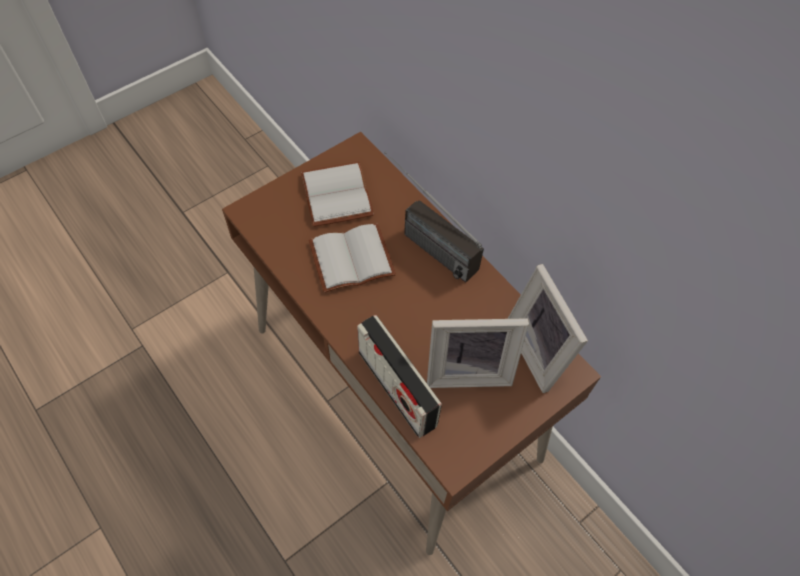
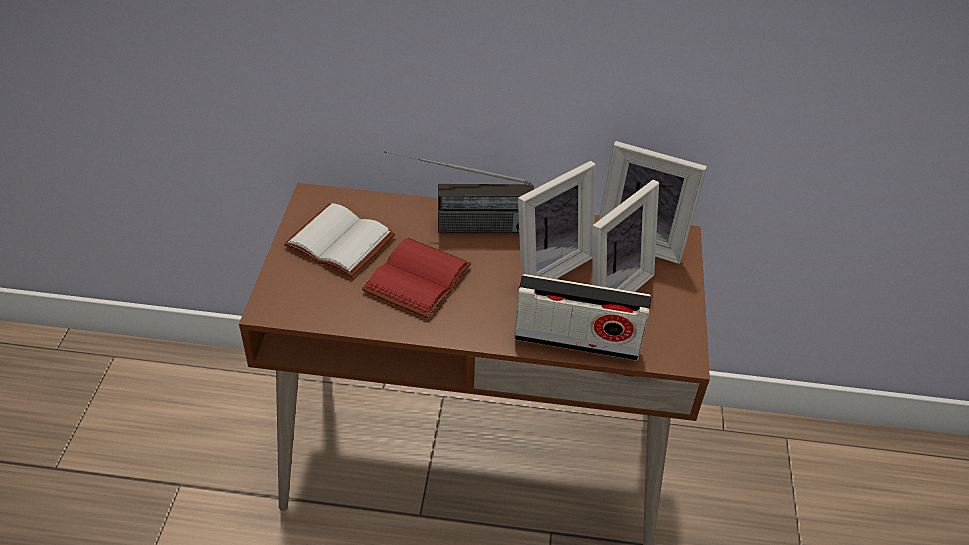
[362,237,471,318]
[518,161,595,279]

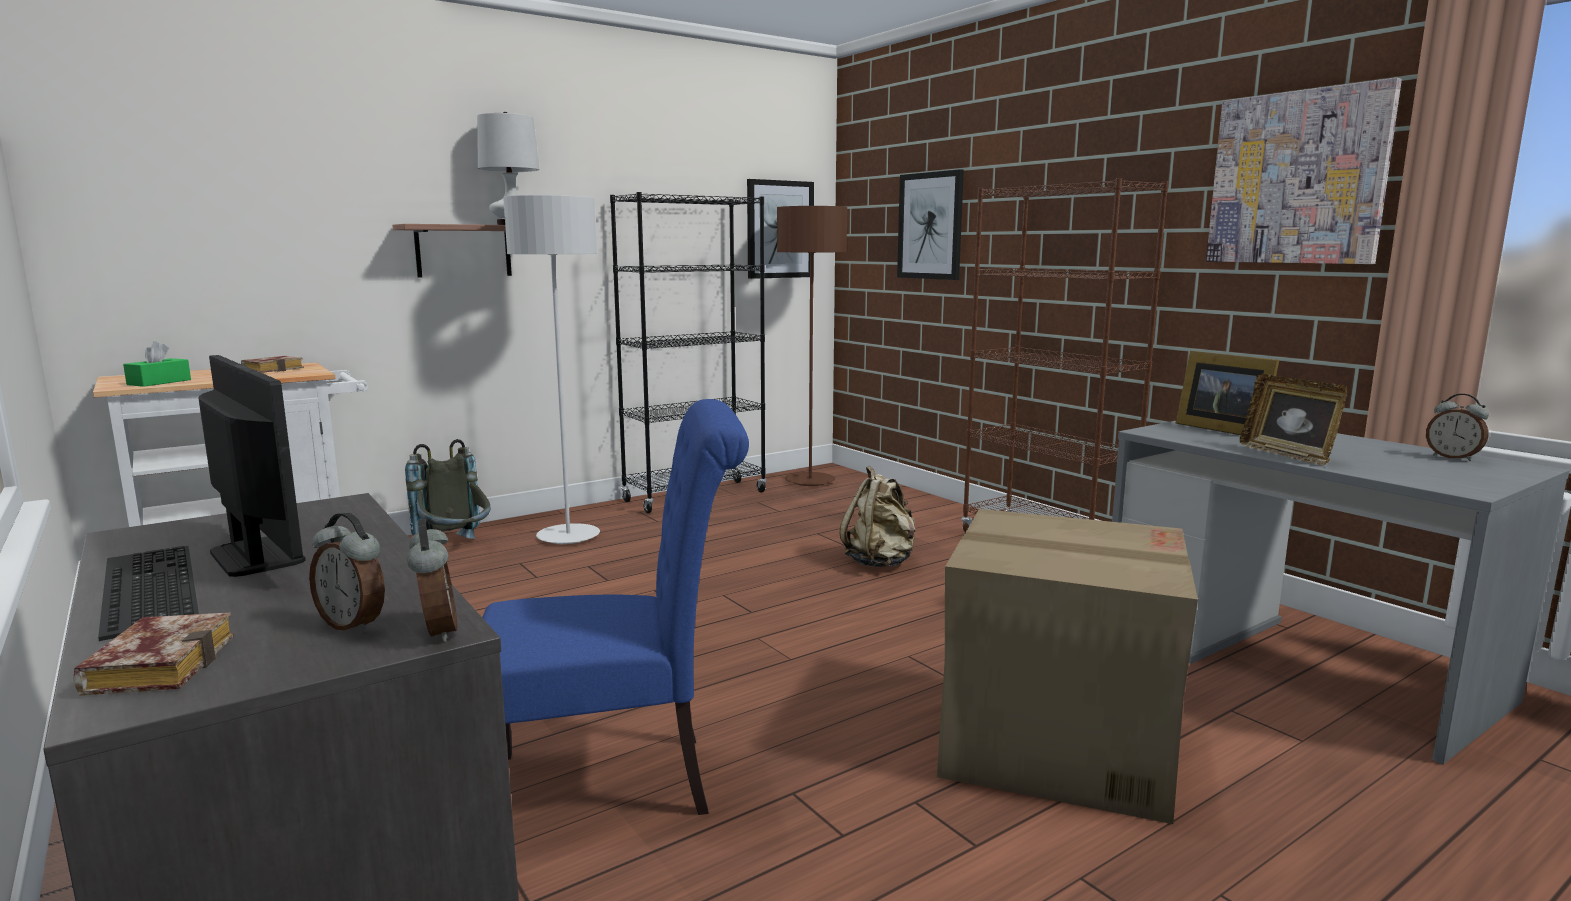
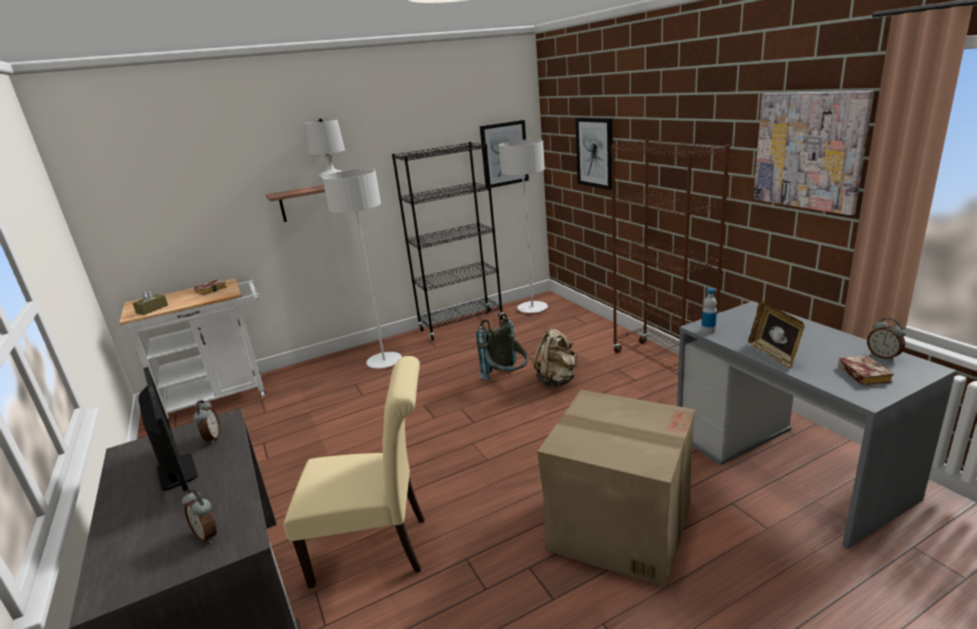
[838,355,894,385]
[98,546,199,641] (first image)
[133,289,168,315]
[476,313,528,380]
[193,400,220,444]
[284,356,424,588]
[499,139,548,313]
[1176,351,1279,435] (first image)
[701,288,717,334]

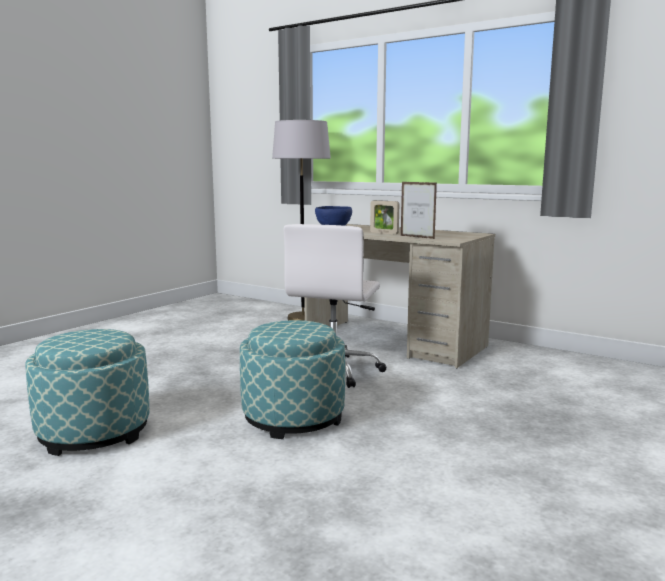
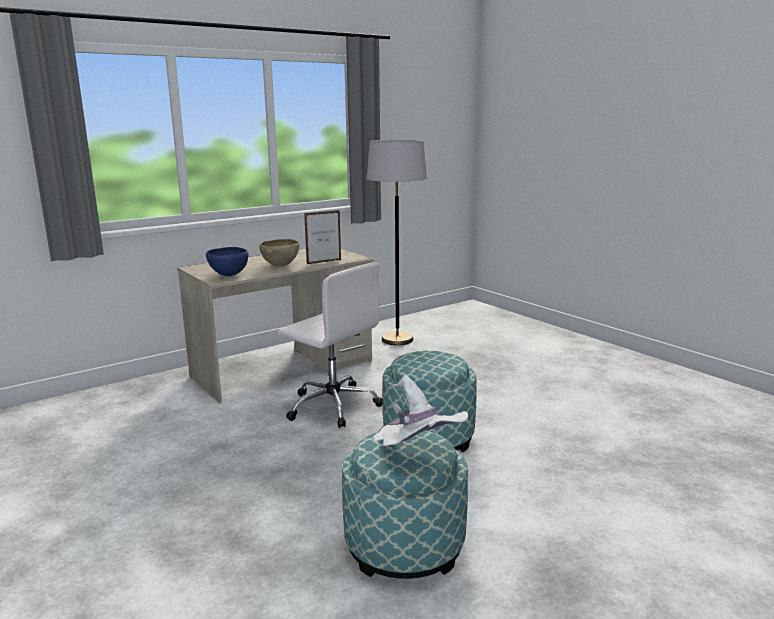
[367,140,427,345]
[259,239,299,267]
[374,375,468,446]

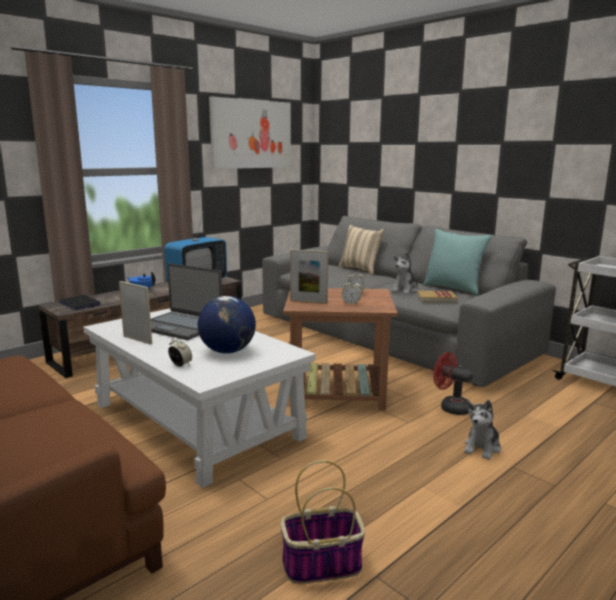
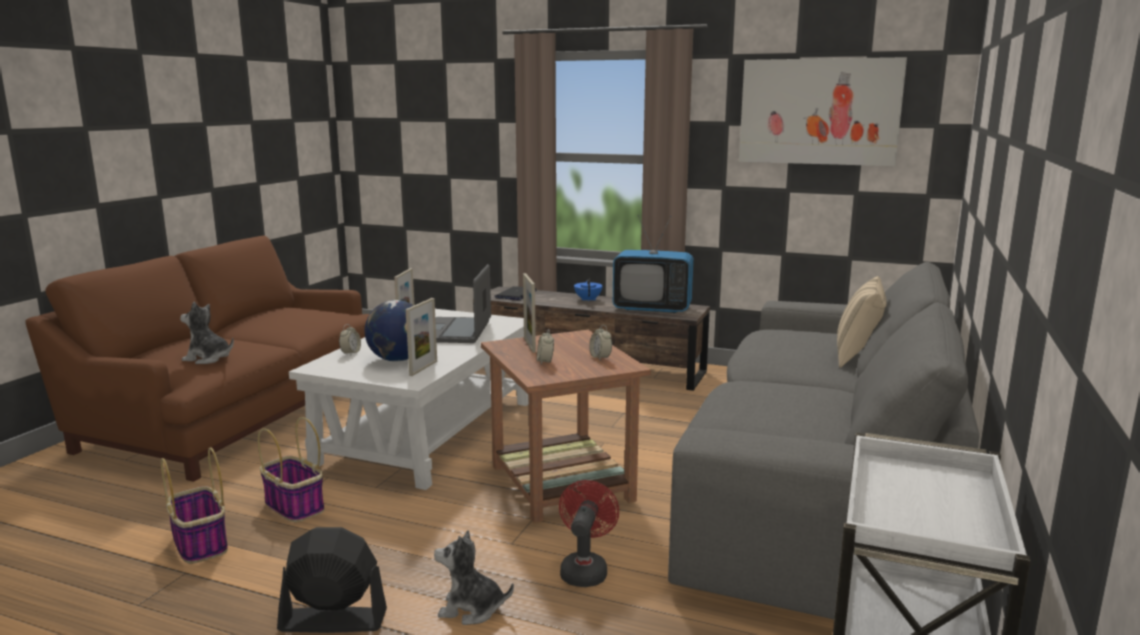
[180,302,234,364]
[417,291,458,302] (first image)
[423,229,492,296] (first image)
[257,417,325,522]
[277,527,387,633]
[406,298,437,376]

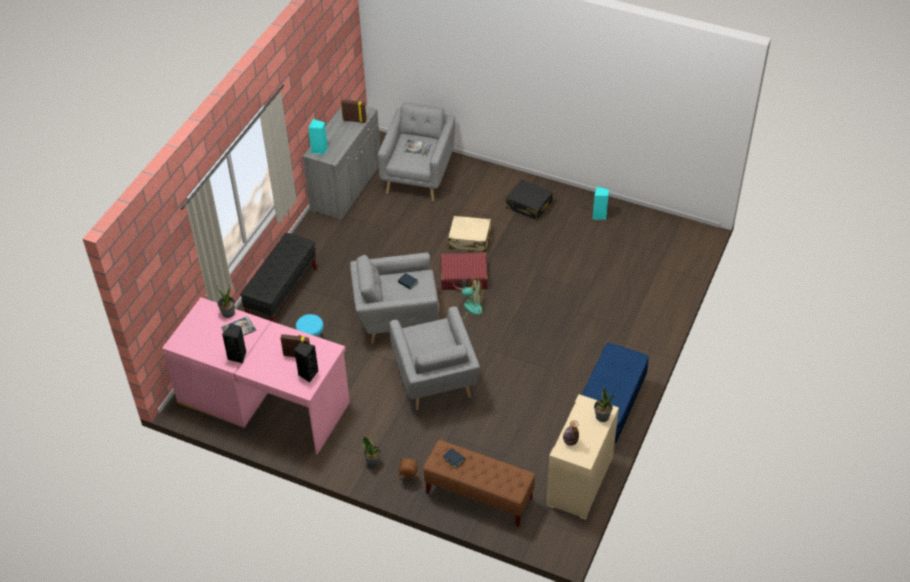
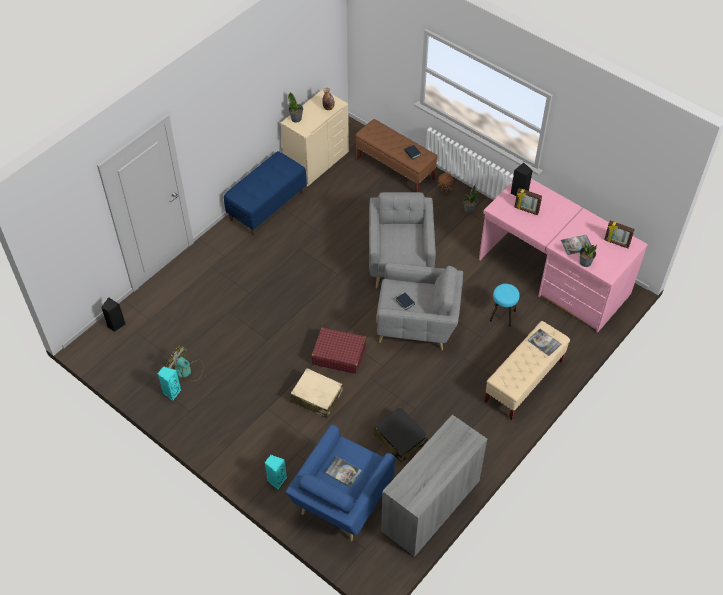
[101,297,126,332]
[485,321,570,420]
[265,455,287,490]
[604,220,635,248]
[286,425,395,541]
[166,346,204,382]
[373,407,428,463]
[528,329,561,356]

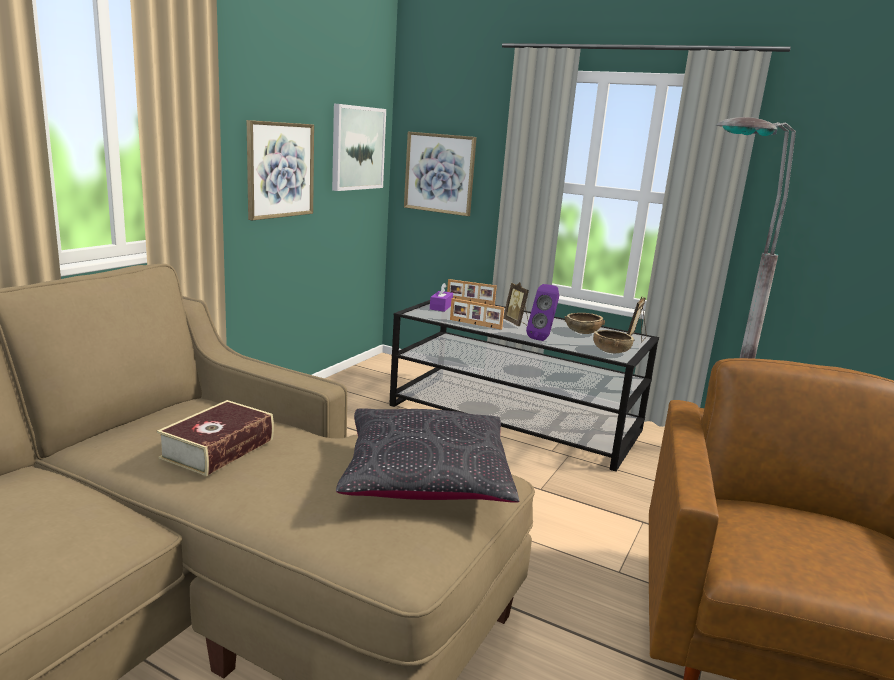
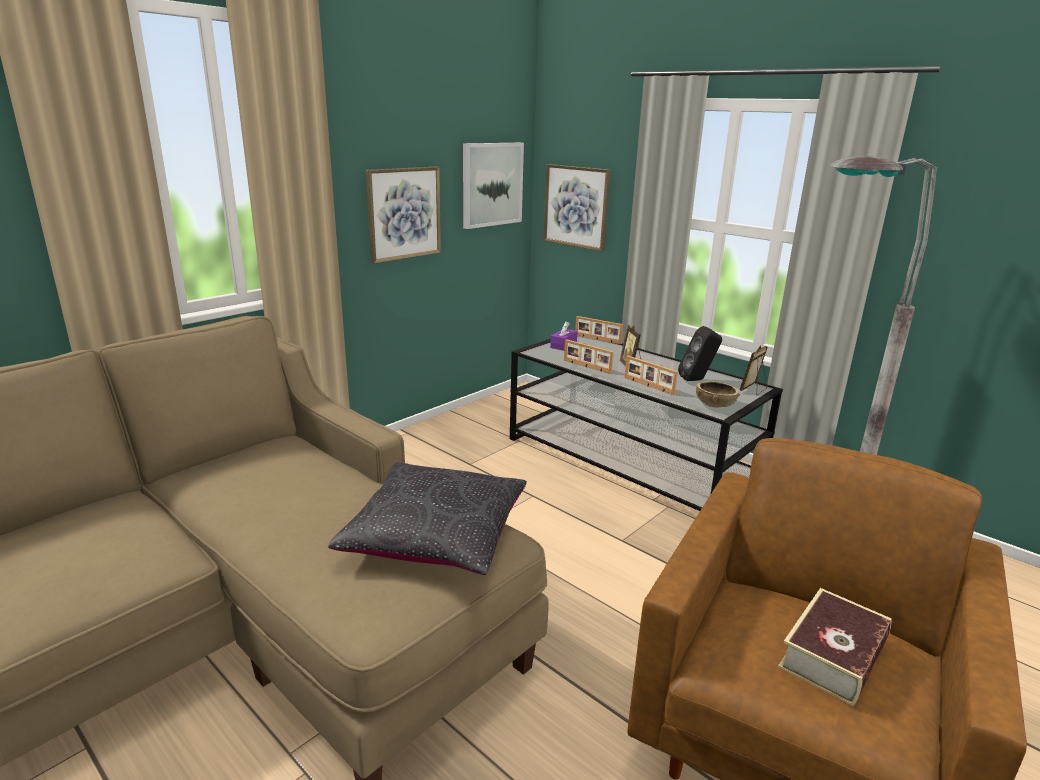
[778,588,892,707]
[625,356,678,395]
[678,326,722,381]

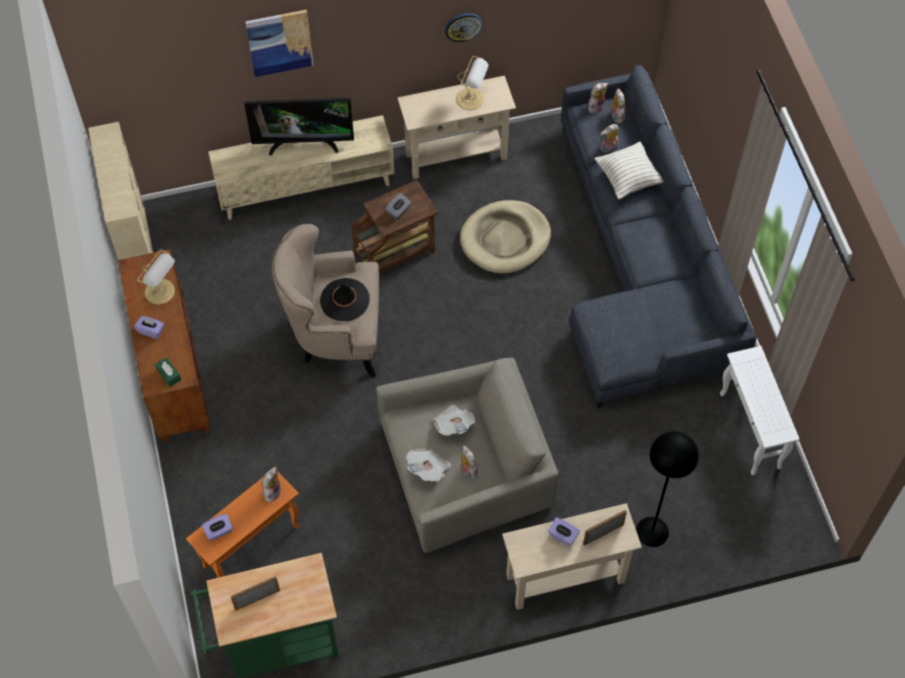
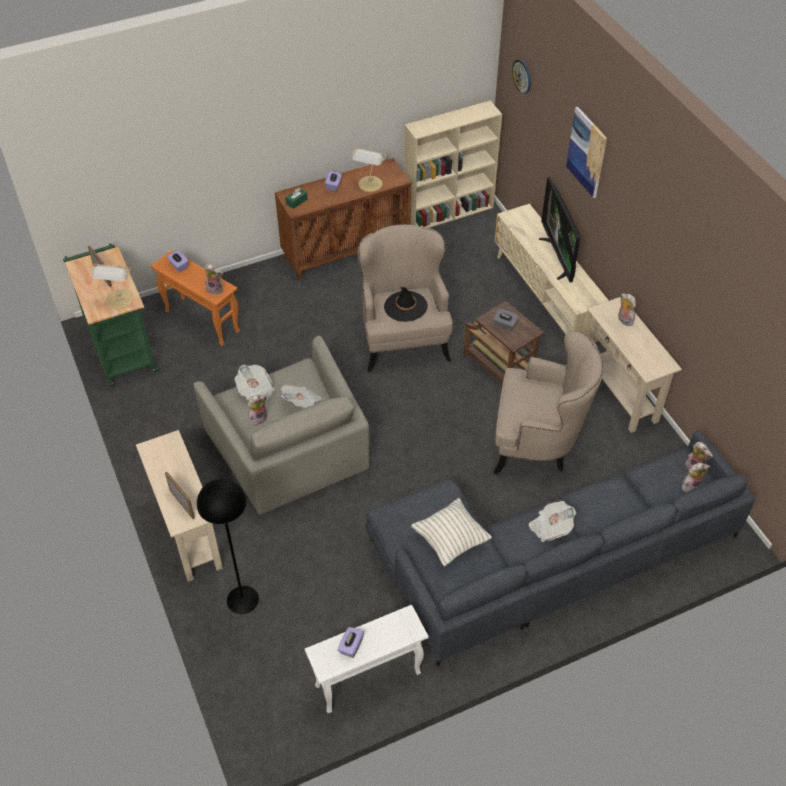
[512,59,531,94]
[91,264,134,309]
[493,331,604,475]
[338,627,364,658]
[411,498,492,566]
[618,293,636,326]
[529,501,576,542]

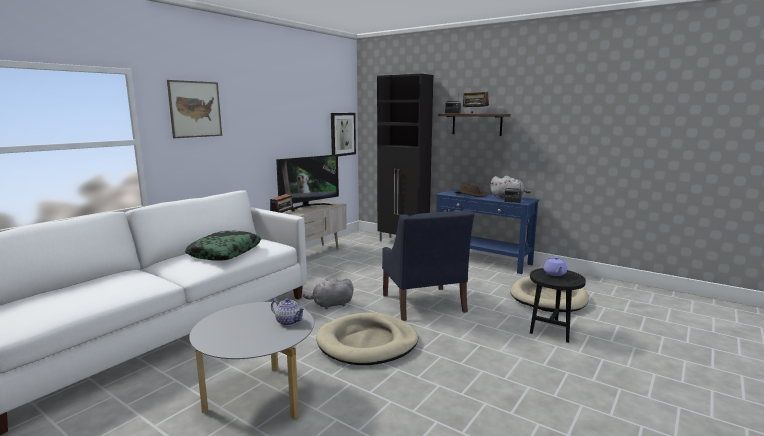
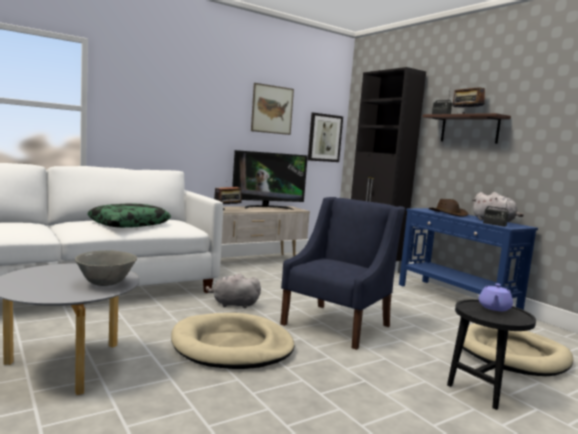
[251,83,294,135]
[75,250,137,286]
[280,197,405,350]

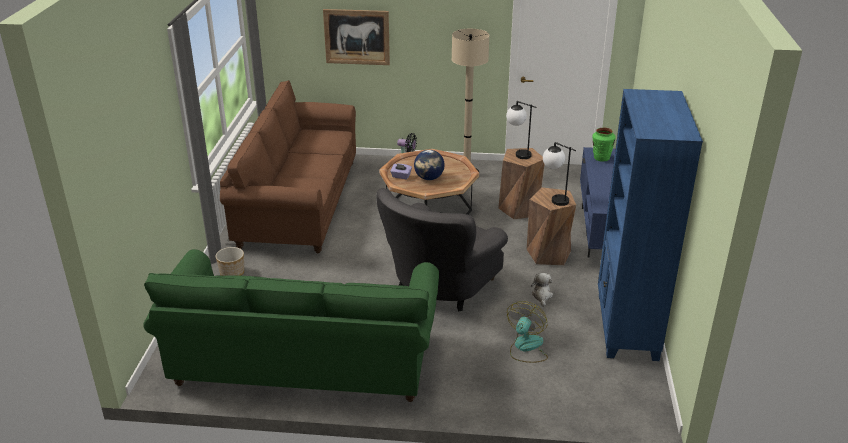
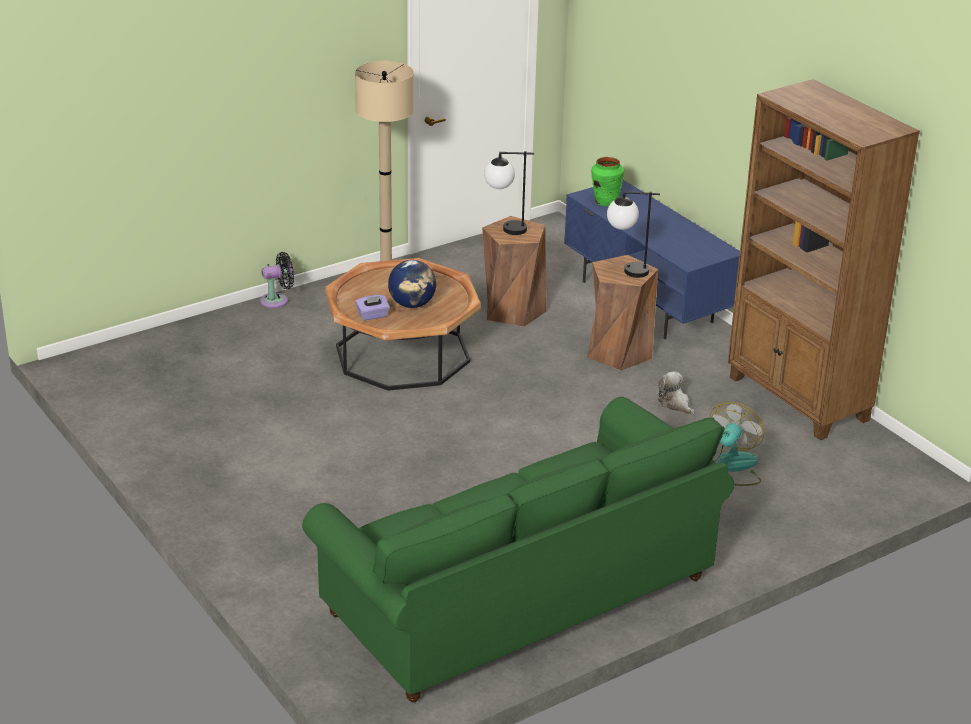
[216,247,244,276] (first image)
[220,80,356,253] (first image)
[323,9,390,65] (first image)
[376,188,508,311] (first image)
[710,402,764,486]
[728,79,920,440]

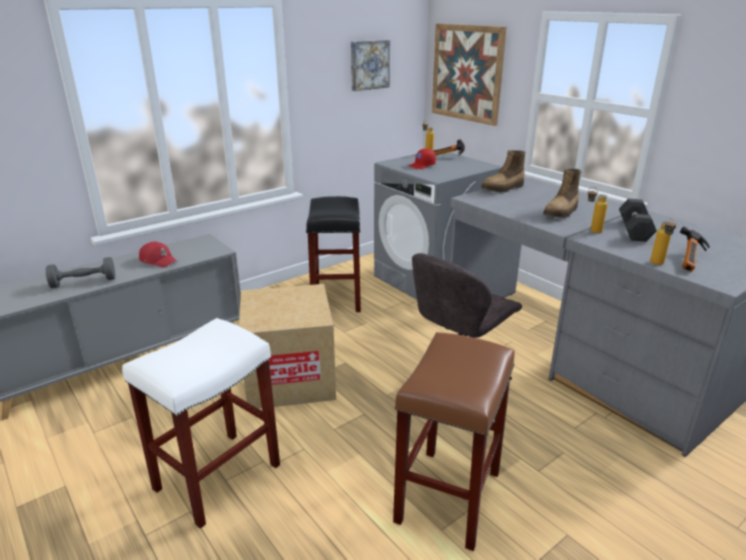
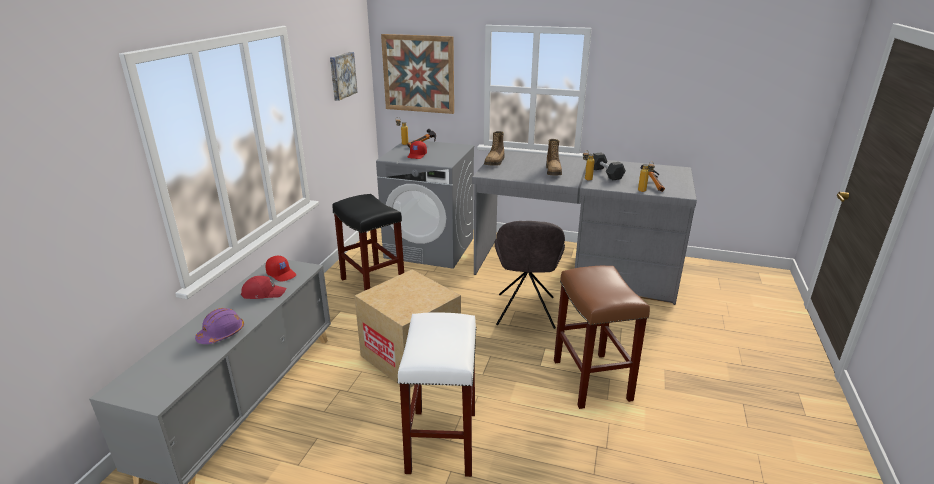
[195,308,244,344]
[266,256,297,282]

